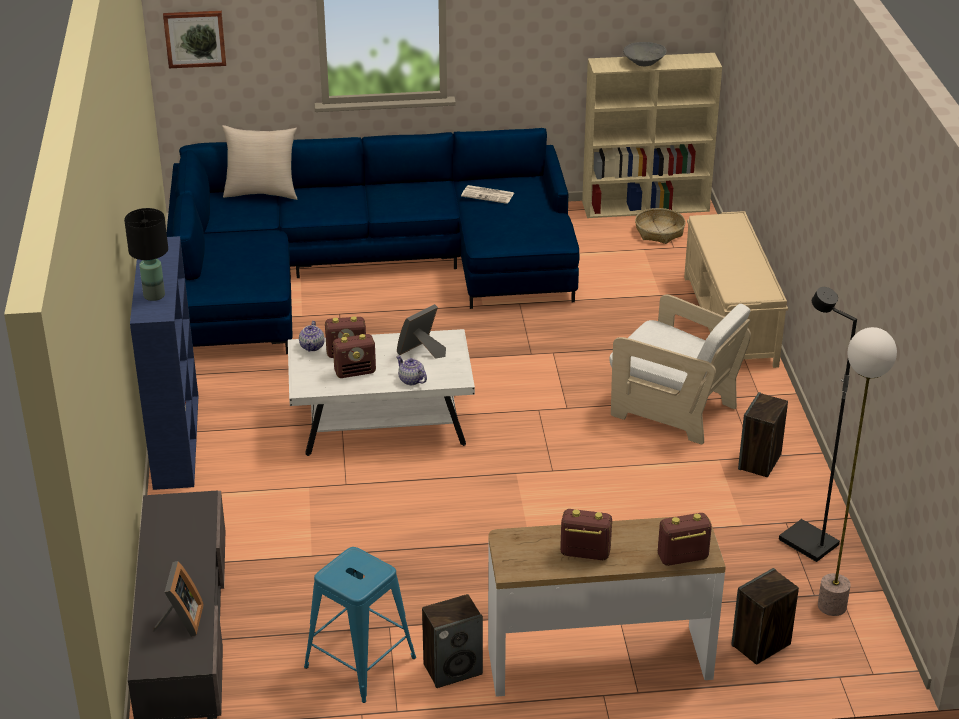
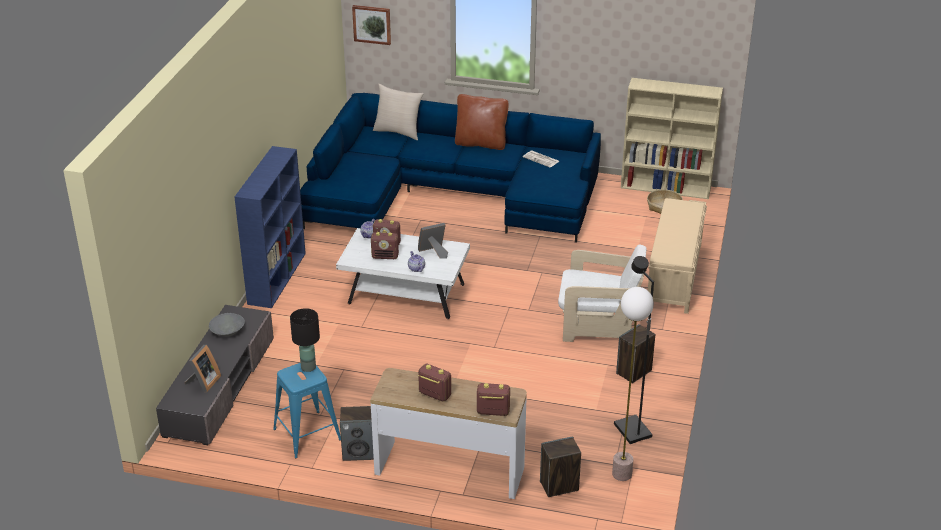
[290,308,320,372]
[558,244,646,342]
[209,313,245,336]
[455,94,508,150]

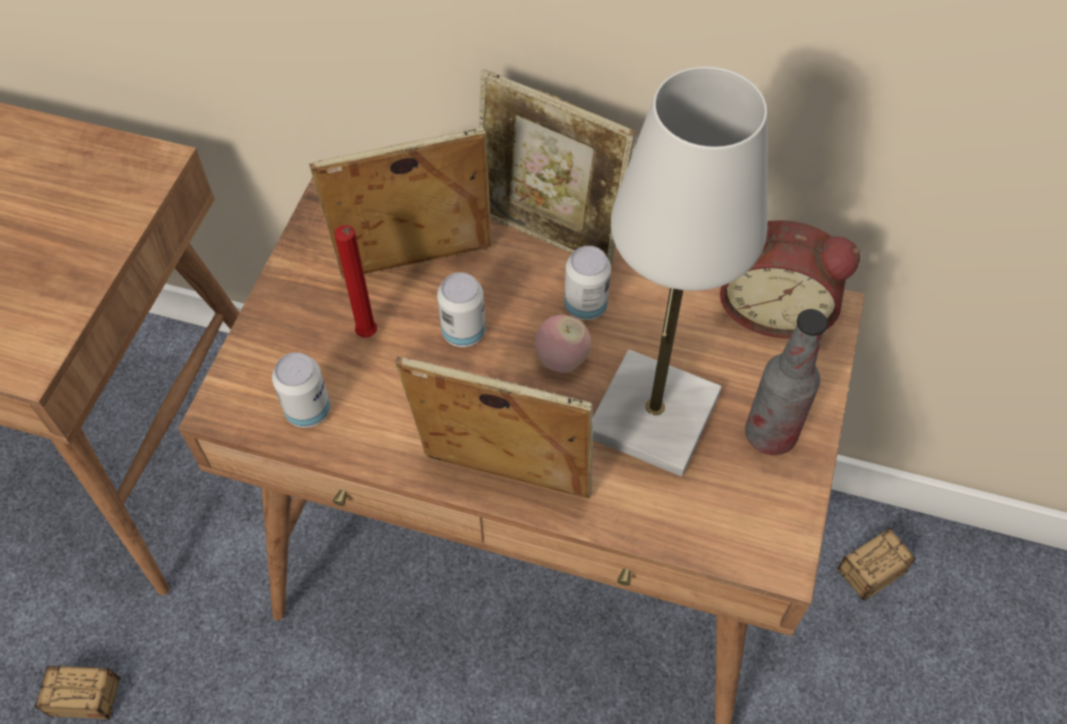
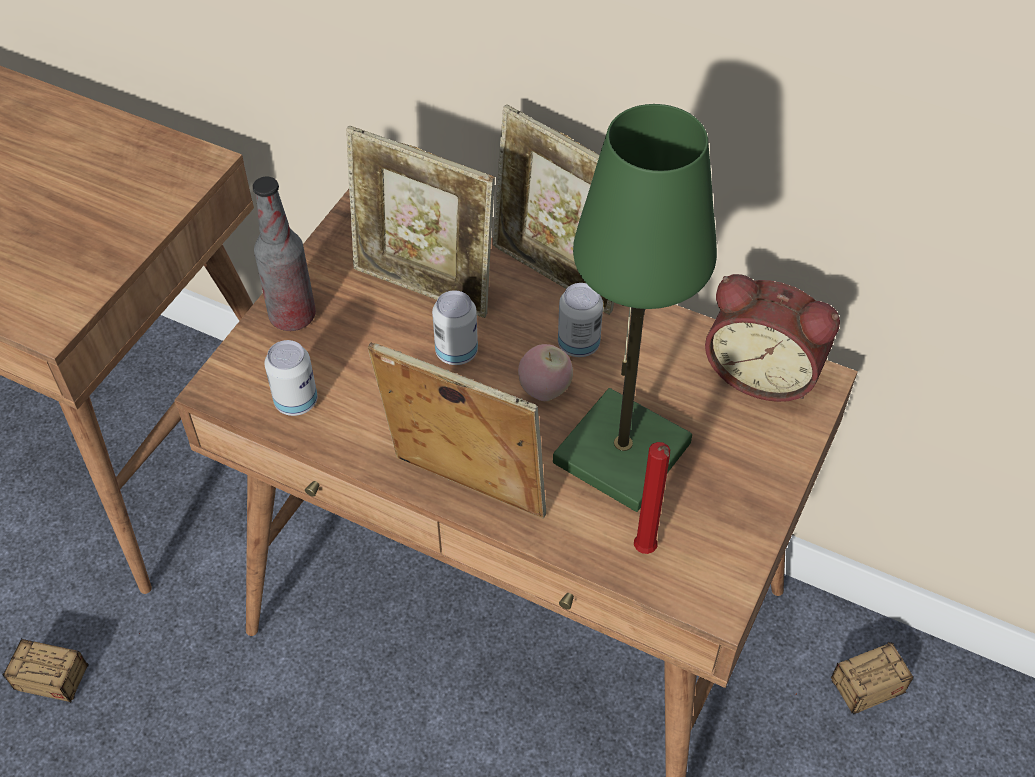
[346,125,495,318]
[634,442,670,554]
[553,104,717,512]
[253,177,316,331]

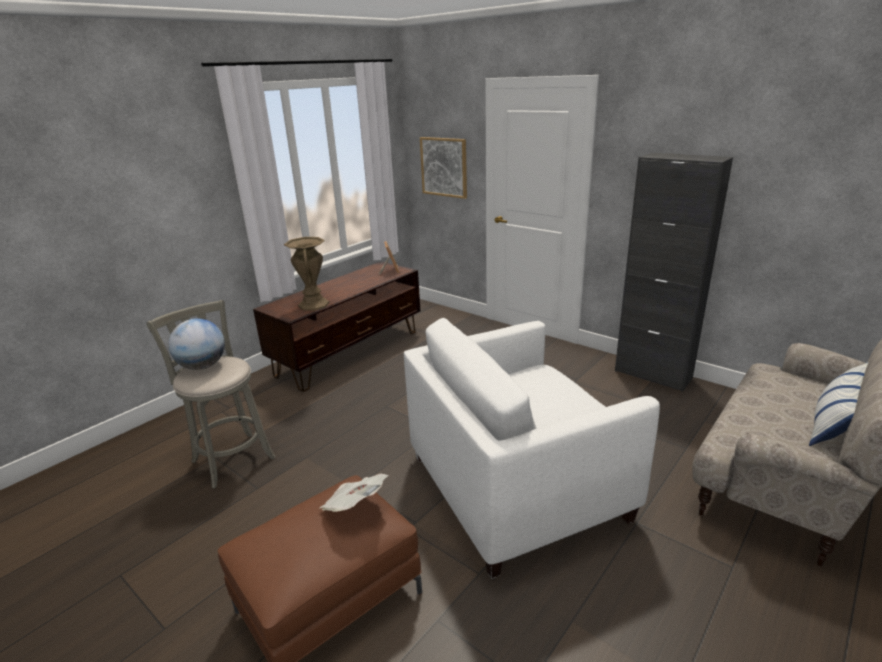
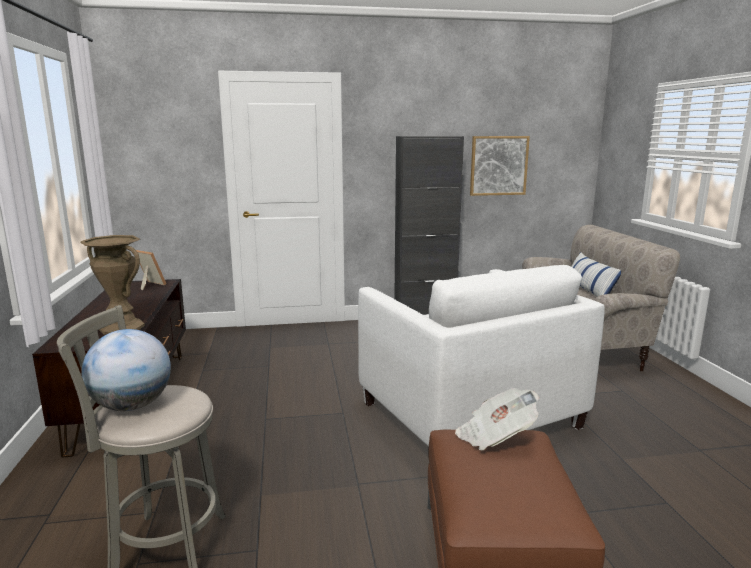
[358,265,605,446]
[470,136,530,196]

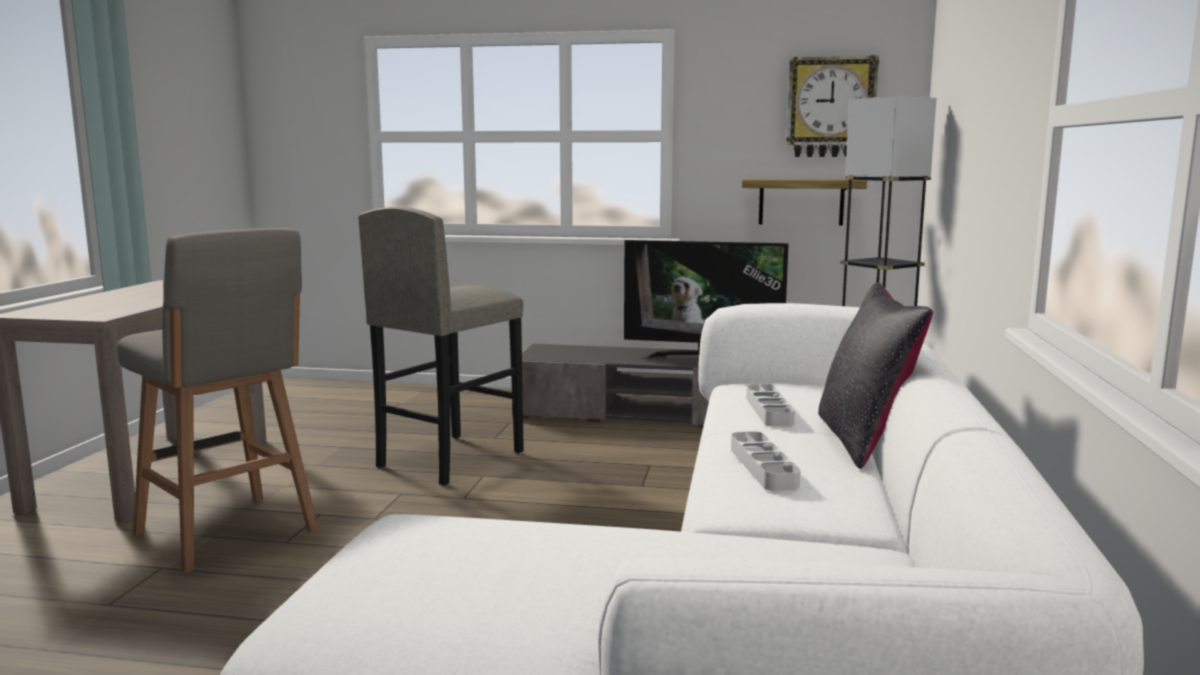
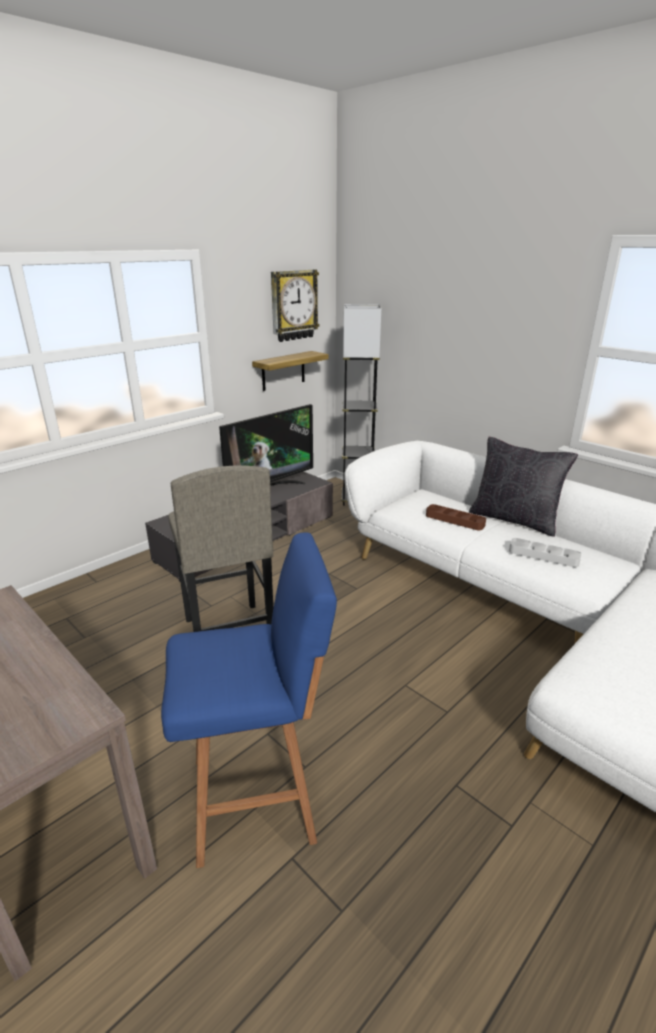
[161,532,337,868]
[426,504,486,530]

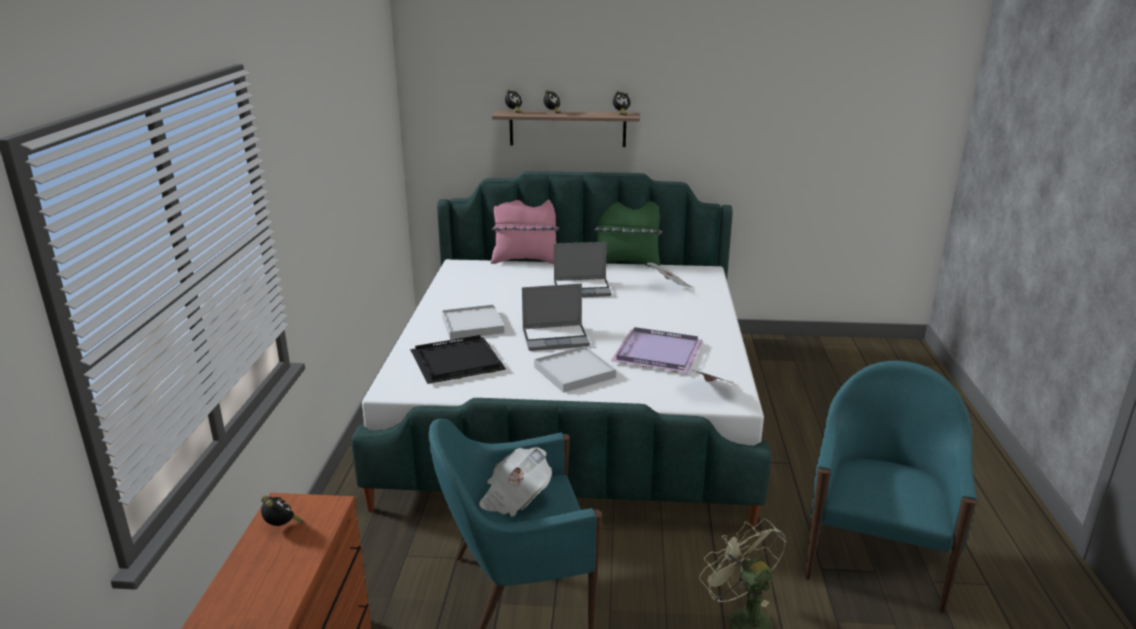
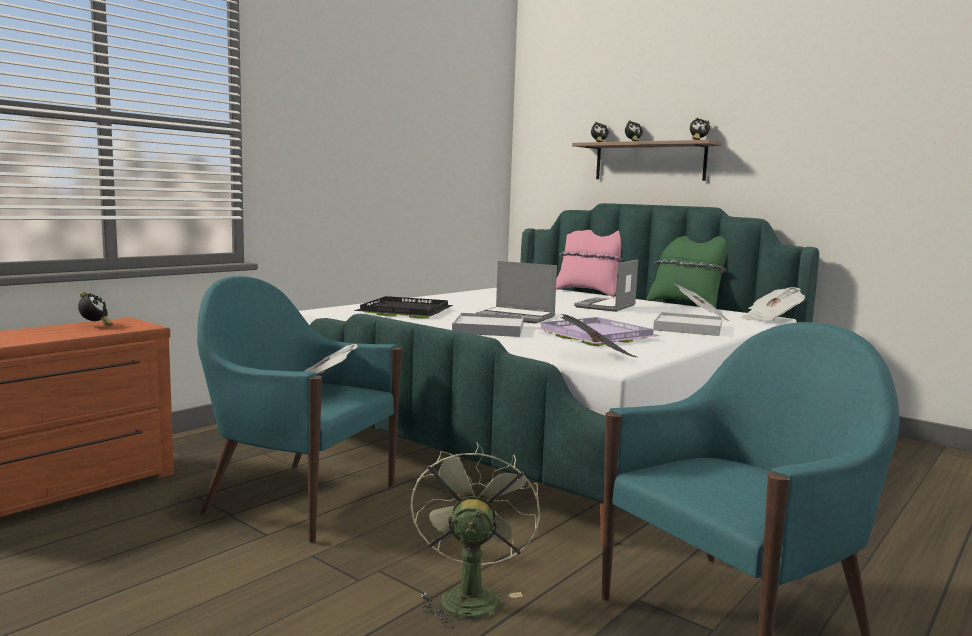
[653,312,722,336]
[574,260,638,312]
[741,287,805,321]

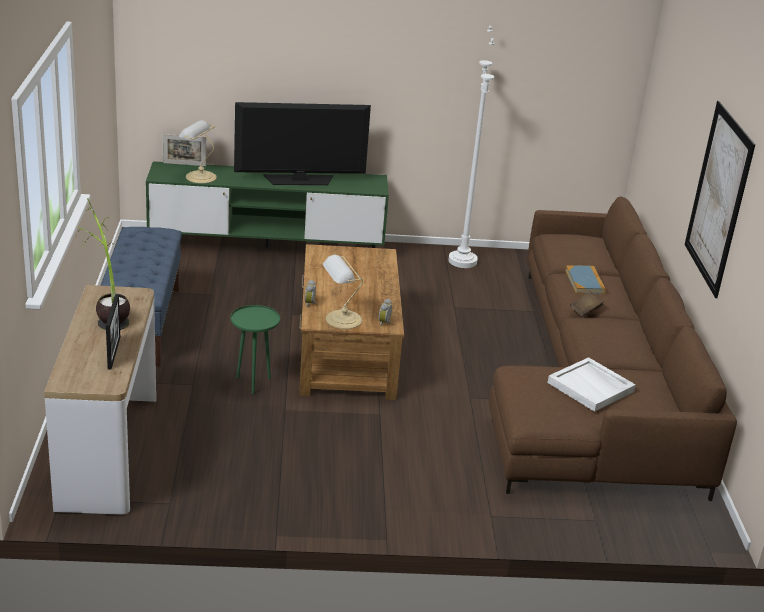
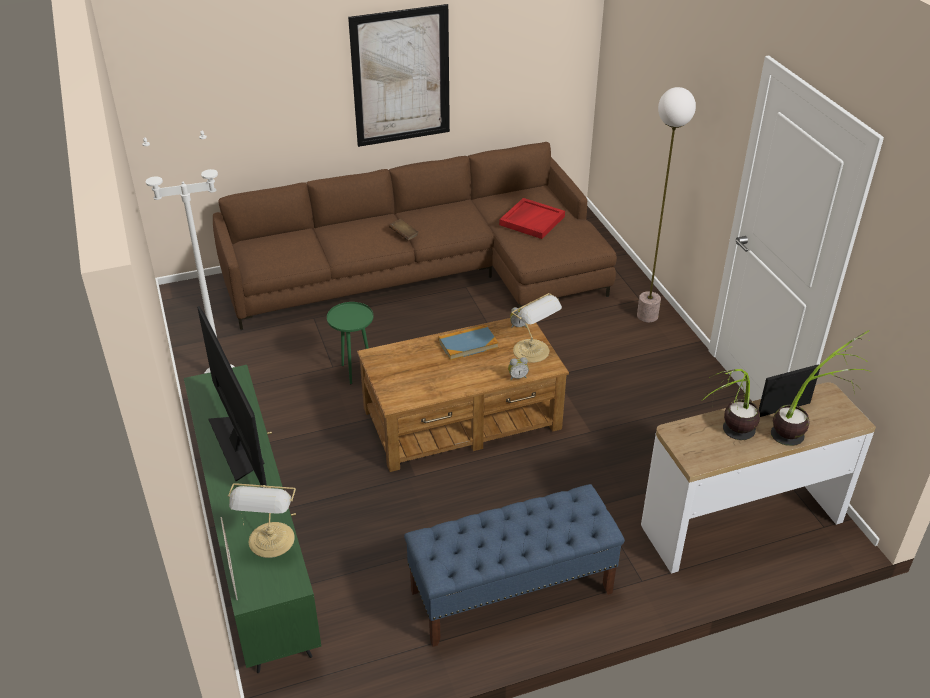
[327,302,373,384]
[499,198,565,239]
[438,325,498,360]
[637,87,696,322]
[771,330,871,446]

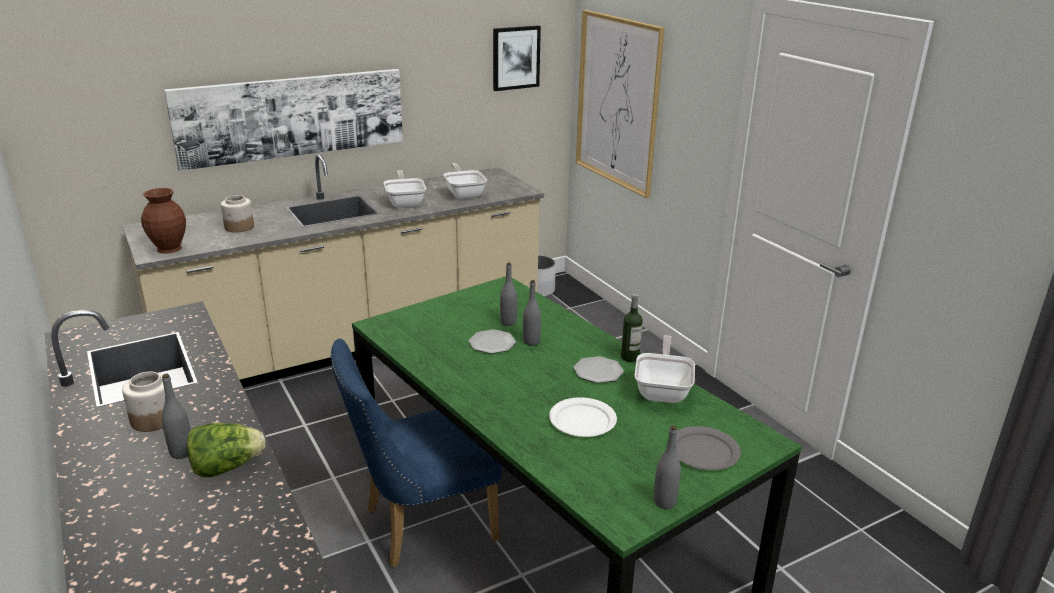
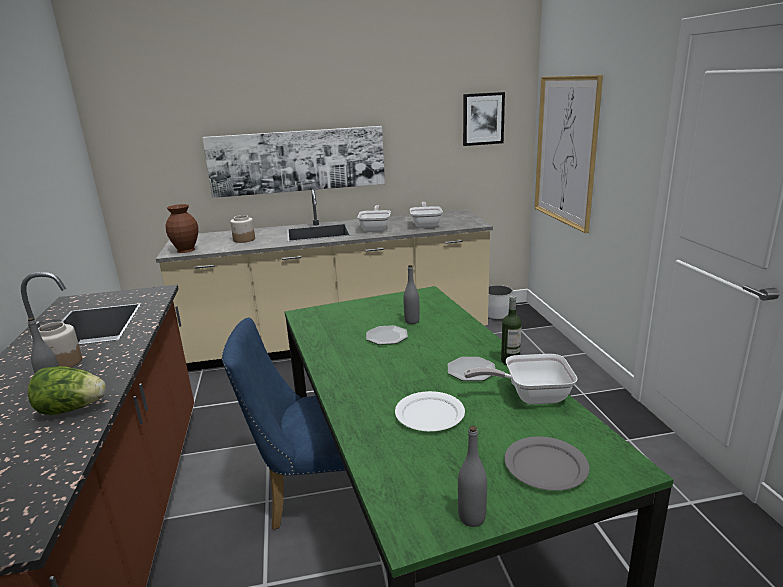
[523,280,541,346] (first image)
[464,354,578,404]

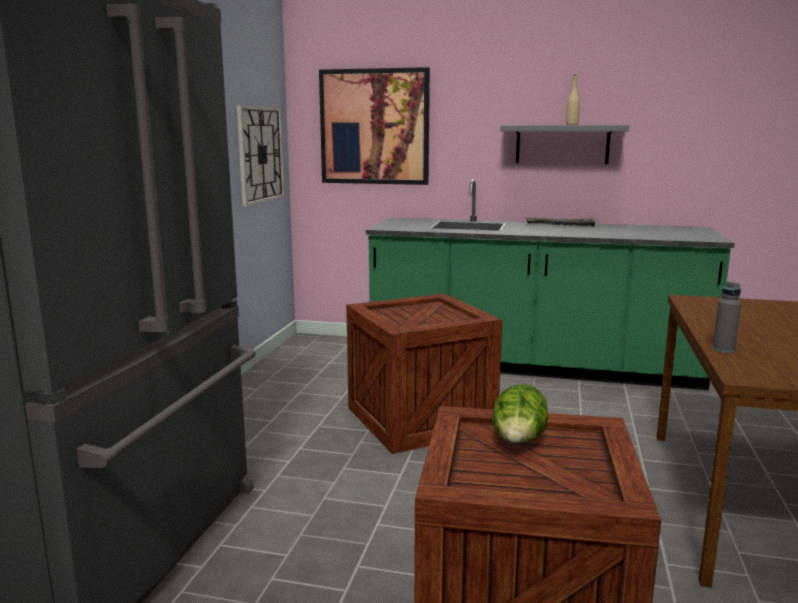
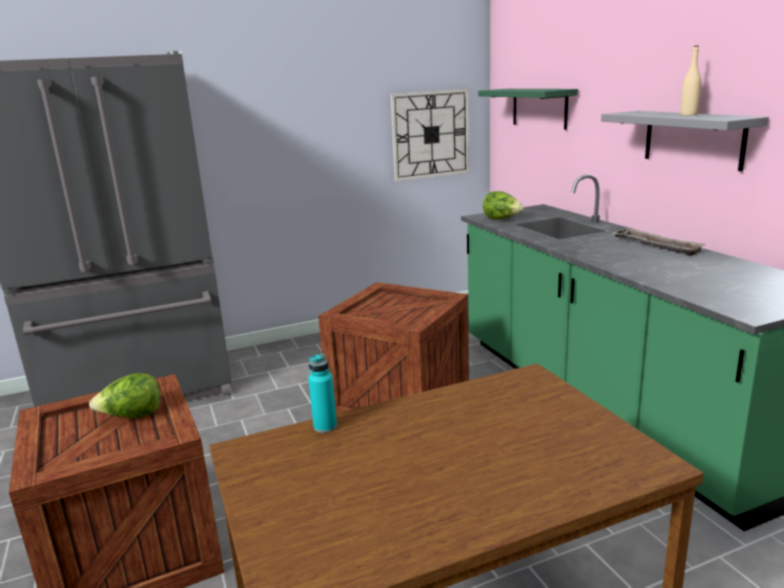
[478,89,578,130]
[308,354,337,433]
[483,191,524,220]

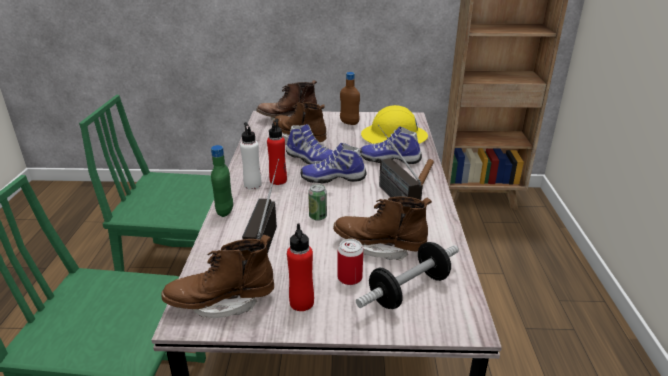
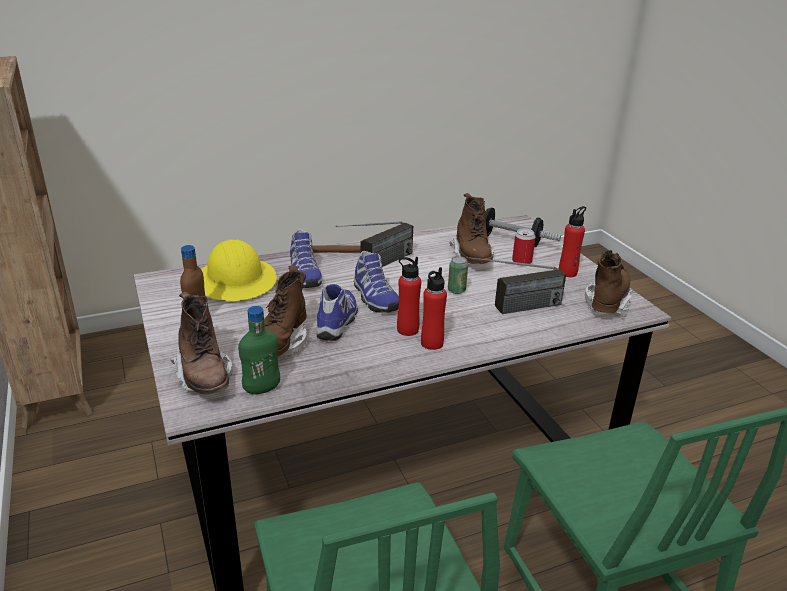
[585,250,633,317]
[238,306,280,394]
[421,267,447,350]

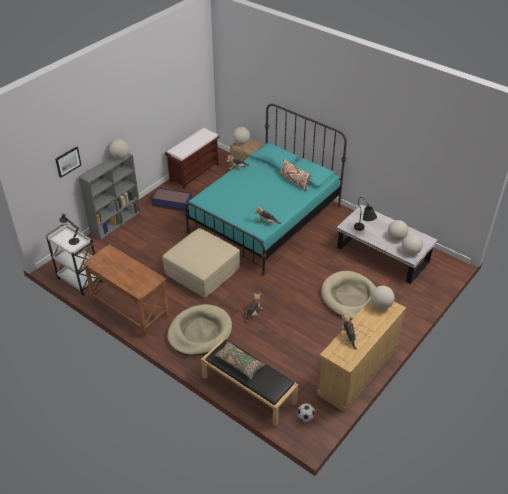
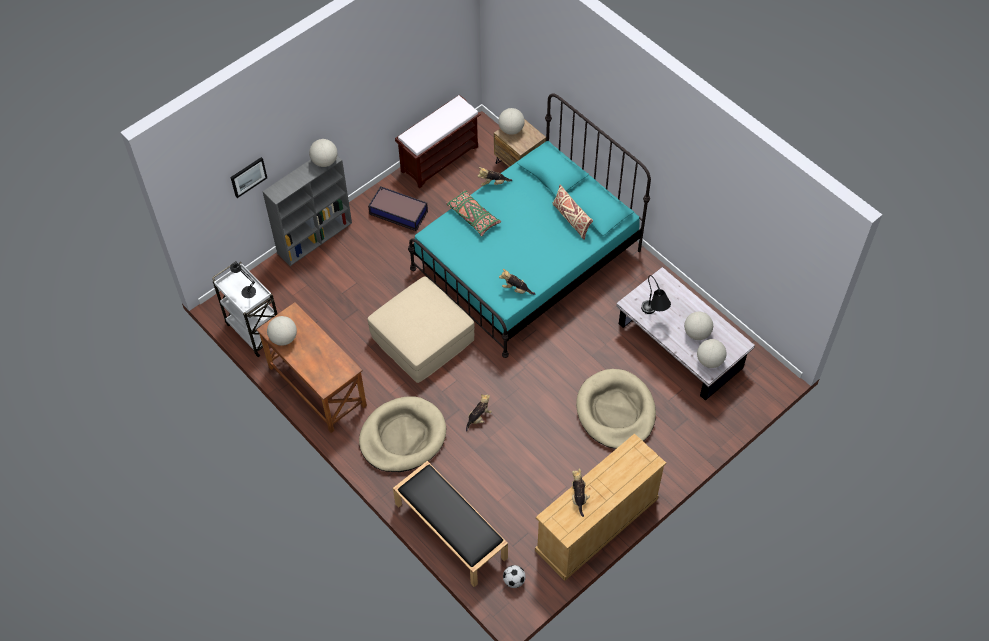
[446,190,501,236]
[267,316,297,346]

